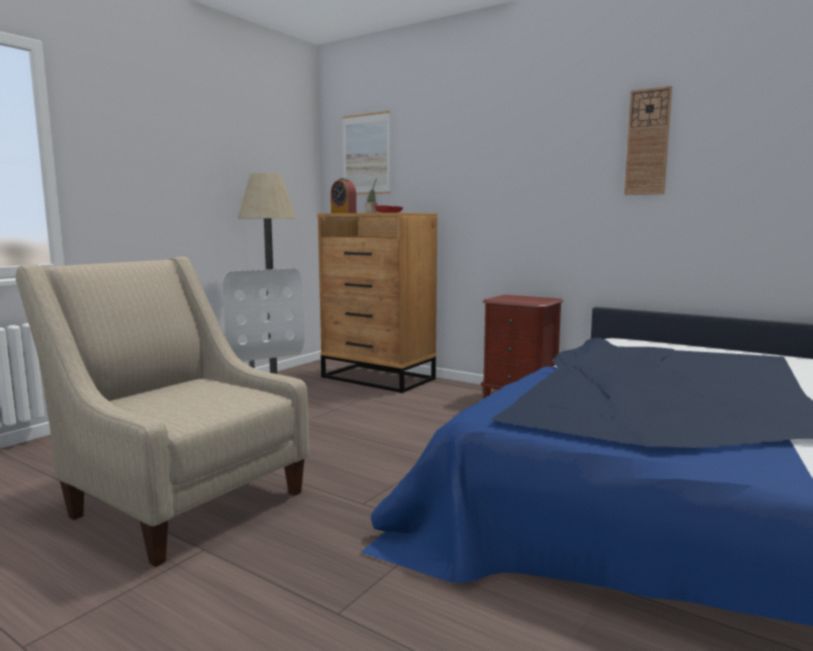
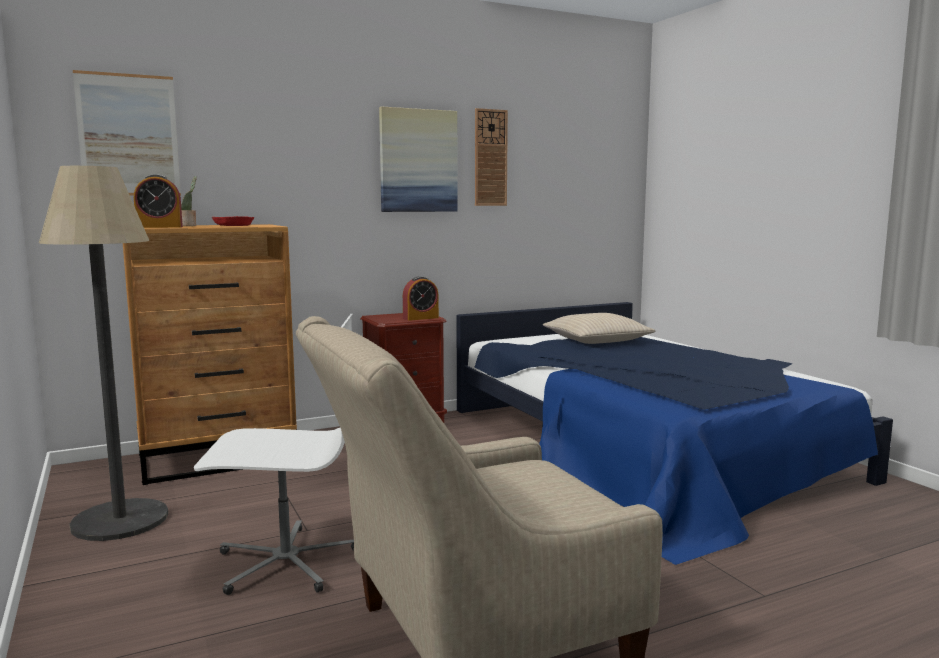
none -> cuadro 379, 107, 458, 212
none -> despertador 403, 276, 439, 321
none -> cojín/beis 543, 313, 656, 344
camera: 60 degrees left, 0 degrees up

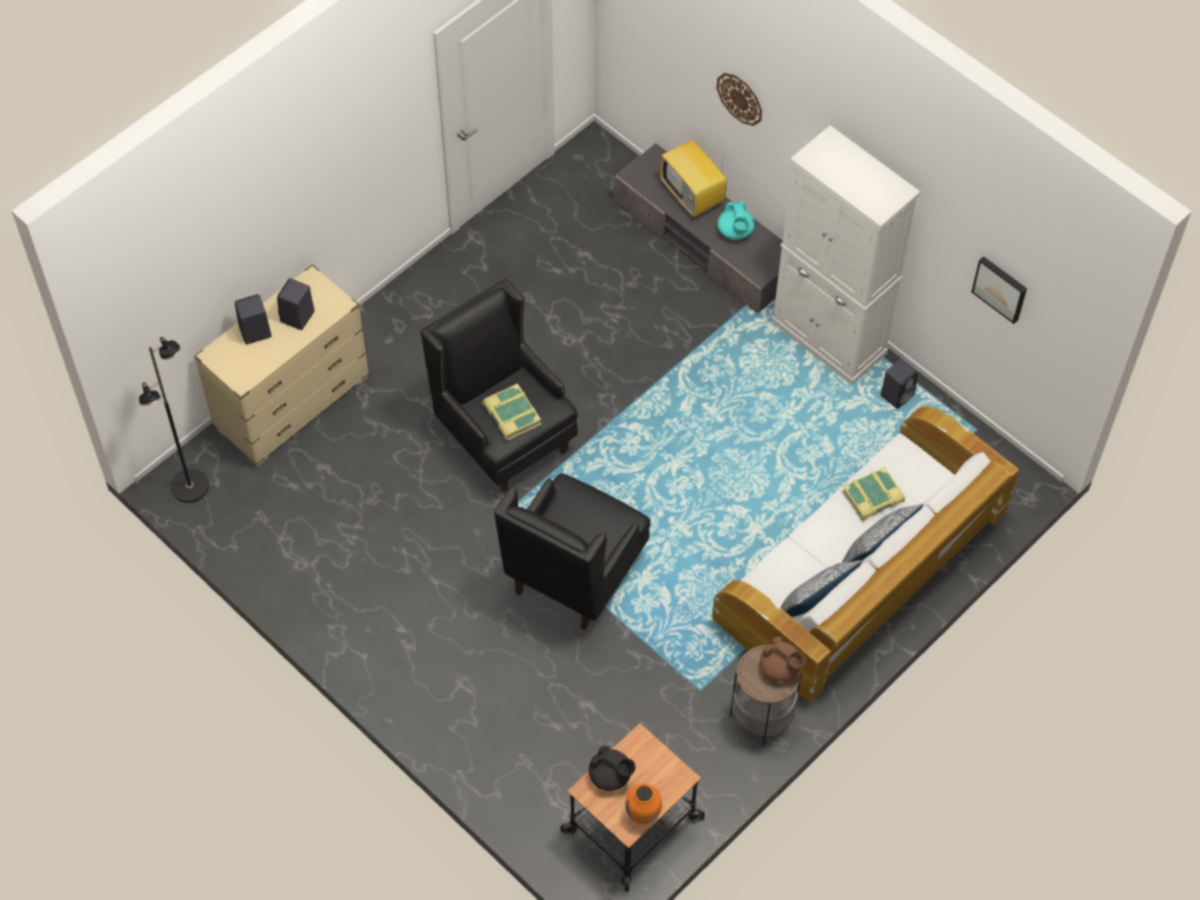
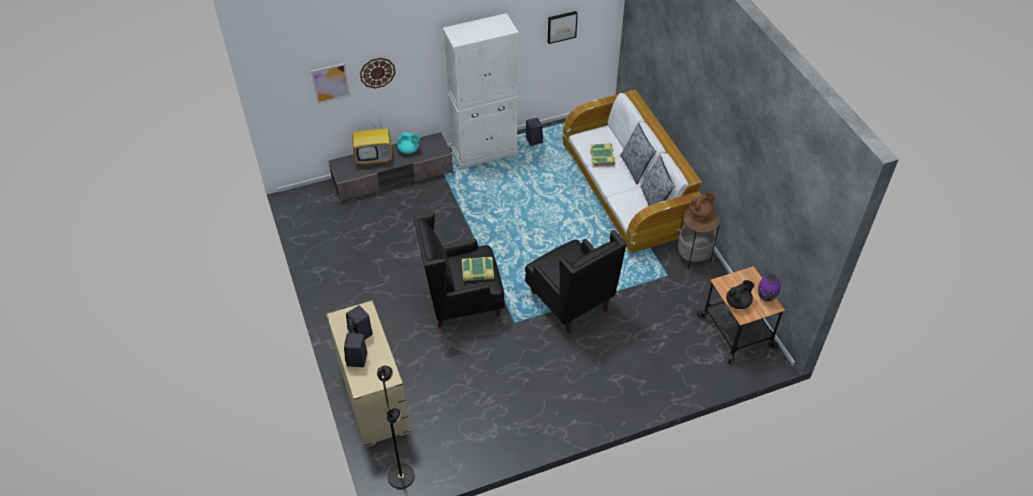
none -> cuadro 311, 63, 351, 104
florero/naranja 625, 783, 662, 824 -> florero/morado 758, 274, 781, 302
camera: 65 degrees left, 10 degrees down

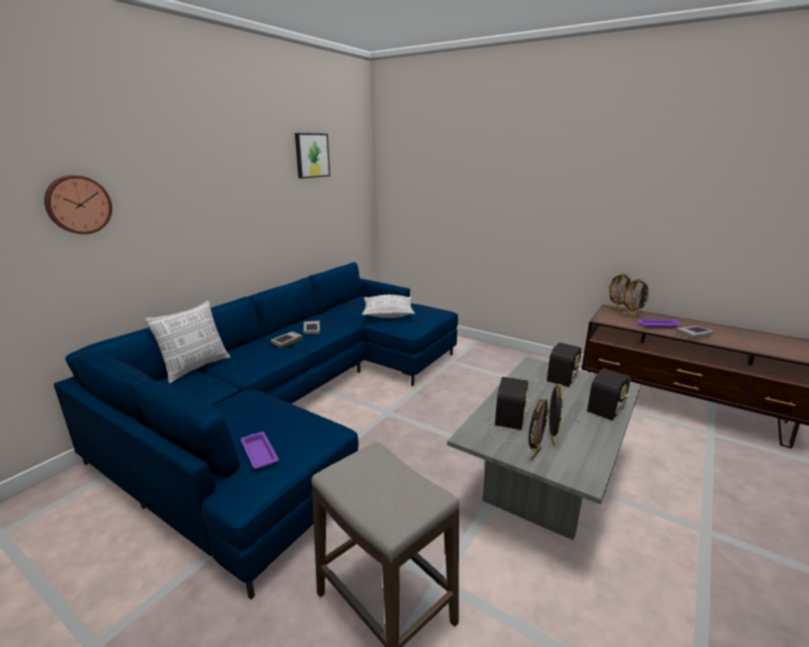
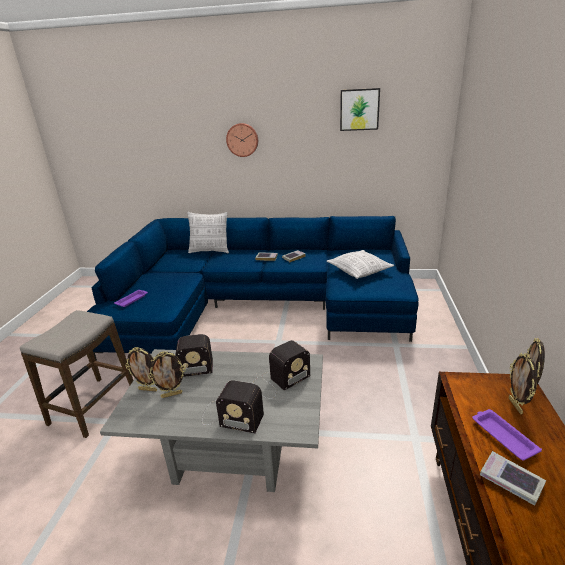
reloj de pared 44, 175, 112, 234 -> reloj de pared 226, 123, 258, 157, relocated
radio 527, 342, 582, 394 -> radio 253, 340, 310, 399, 45 degrees counterclockwise
camera: 65 degrees right, 5 degrees up

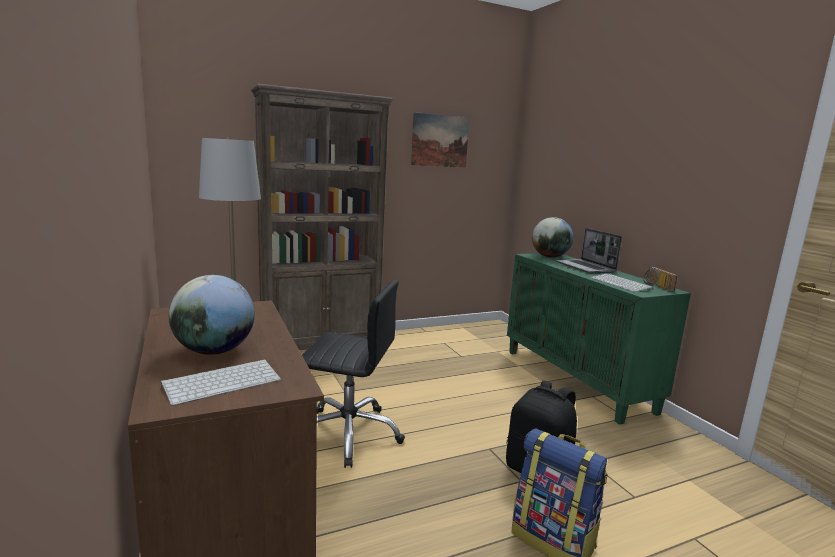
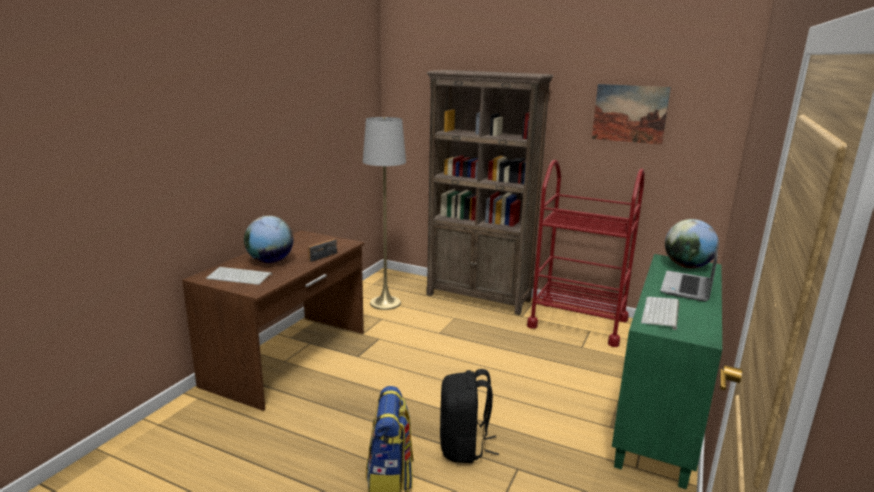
silla de oficina/negro 302, 280, 405, 468 -> none
none -> carrito/rojo 527, 160, 644, 347
radio 643, 267, 677, 291 -> radio 308, 239, 337, 262, relocated
camera: 50 degrees right, 5 degrees up

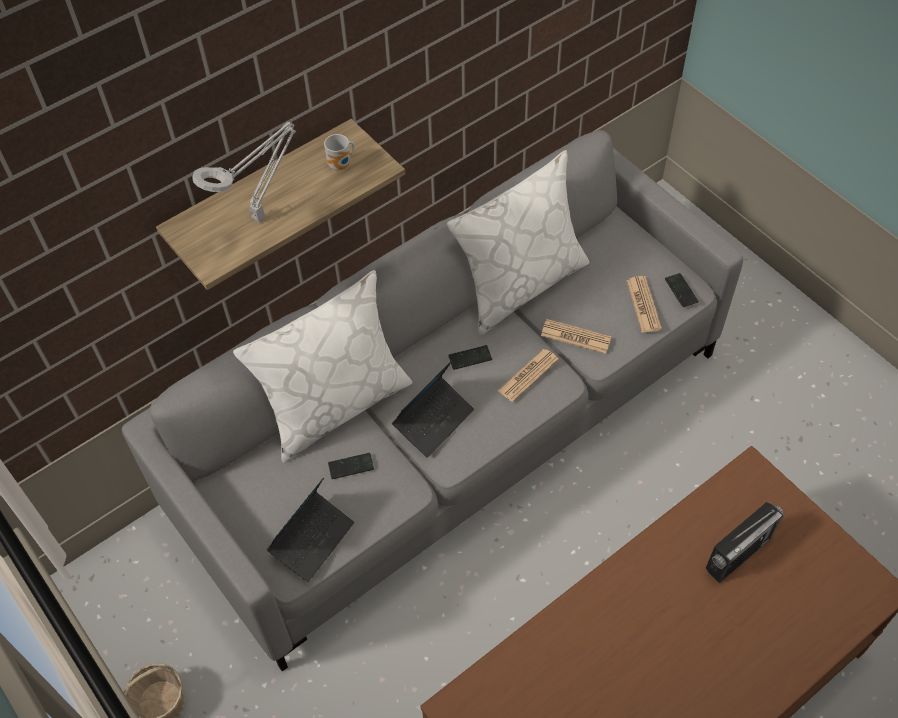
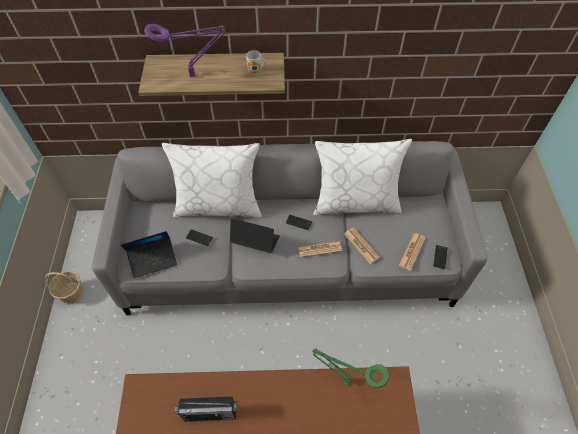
none -> lámpara de mesa/verde 312, 349, 390, 388
radio 706, 502, 784, 583 -> radio 175, 396, 238, 422, relocated
lámpara de mesa/gris 192, 122, 296, 222 -> lámpara de mesa/morado 144, 24, 226, 77
portátil 392, 361, 474, 458 -> portátil 230, 218, 280, 253, 150 degrees counterclockwise
camera: 35 degrees right, 0 degrees up

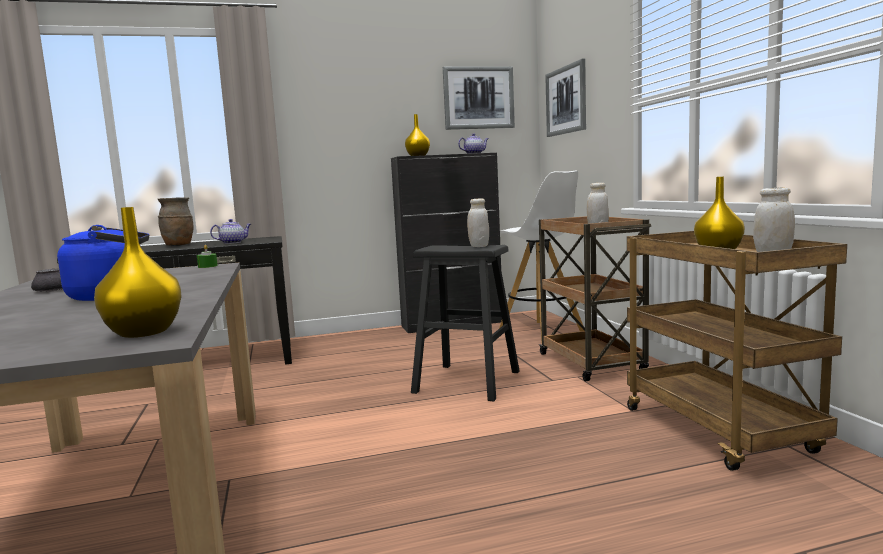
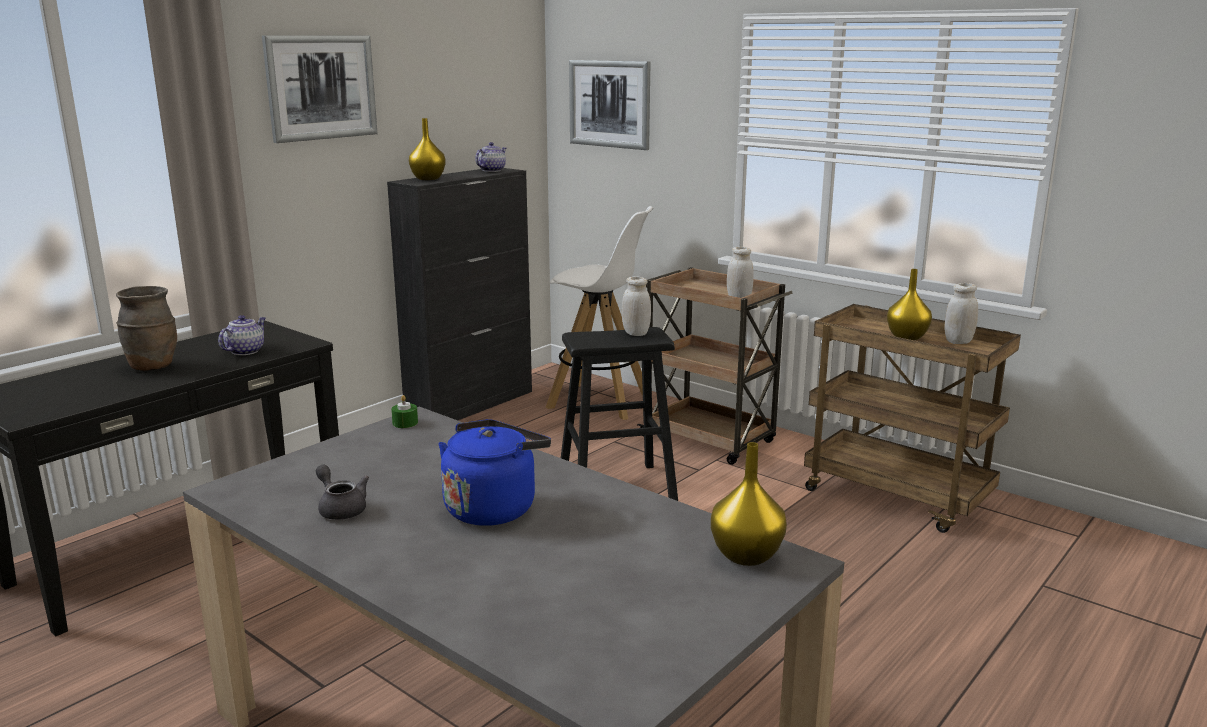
cuadro 443, 67, 515, 130 -> cuadro 262, 35, 378, 143, relocated
camera: 35 degrees left, 10 degrees up

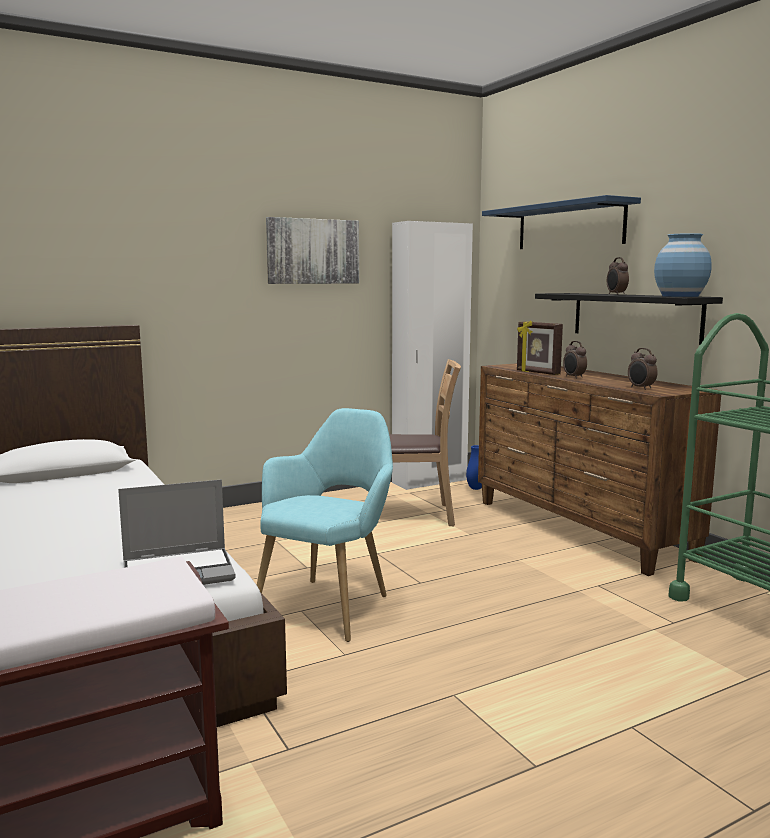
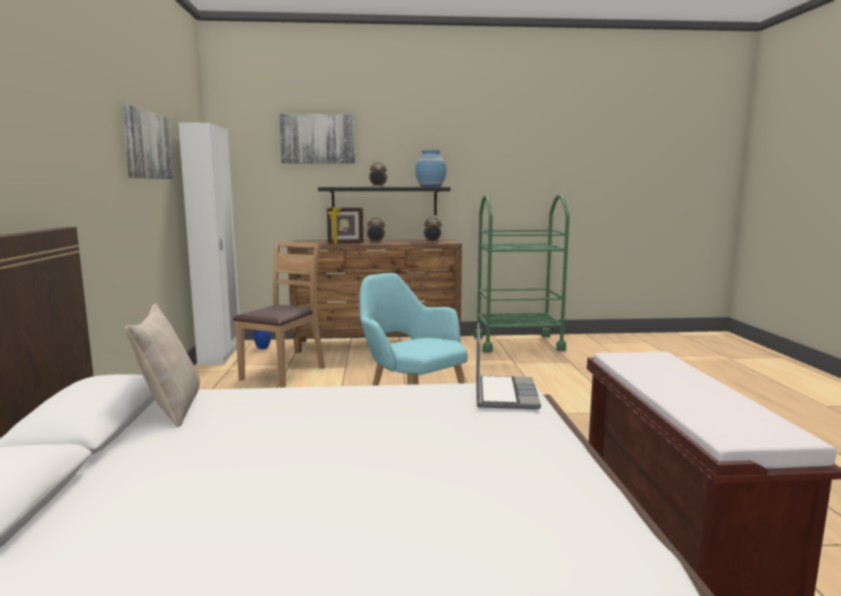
none -> cojín/beis 125, 303, 200, 427
estante/azul 482, 195, 641, 249 -> cuadro 279, 114, 356, 164
camera: 65 degrees left, 0 degrees up

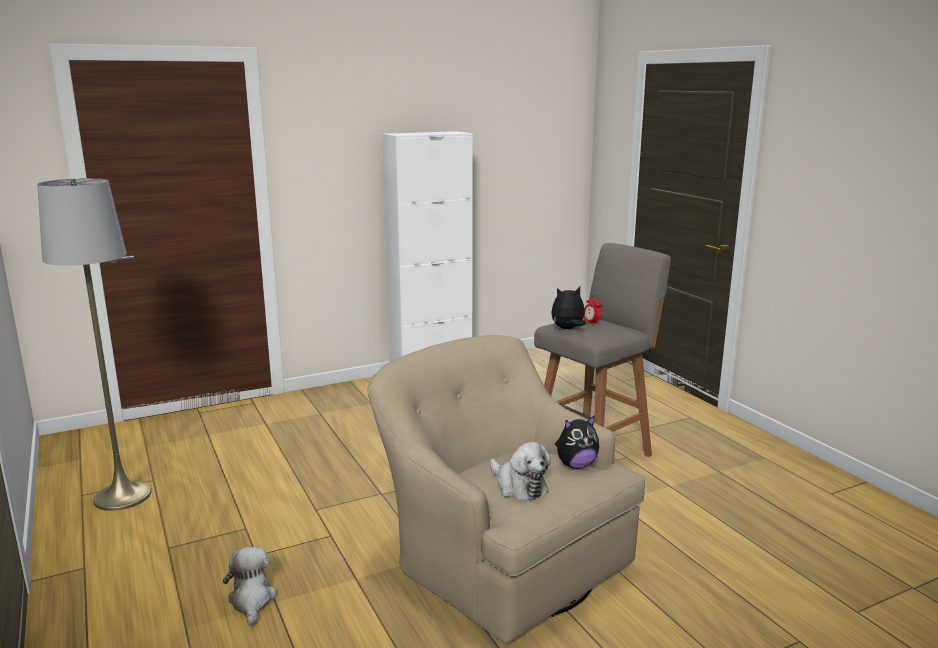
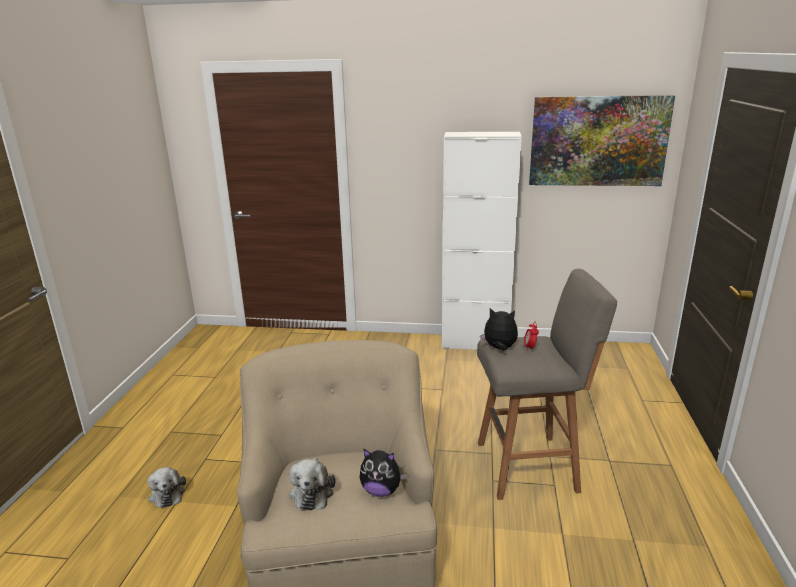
lámpara de pie/gris 37, 178, 151, 511 -> none
none -> cuadro 529, 95, 675, 186
peluche 223, 547, 277, 626 -> peluche 147, 467, 186, 508, 135 degrees clockwise
camera: 35 degrees right, 5 degrees up

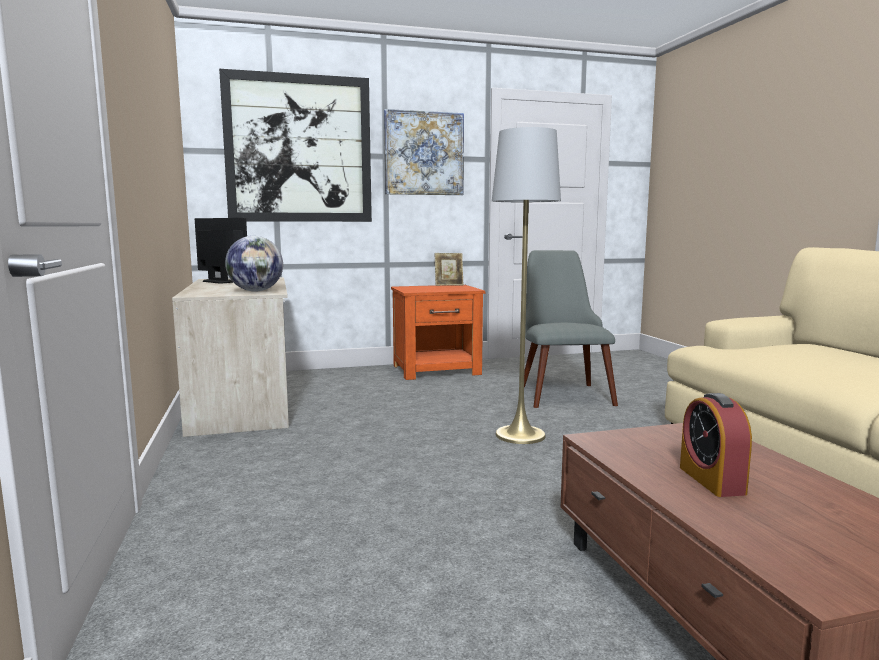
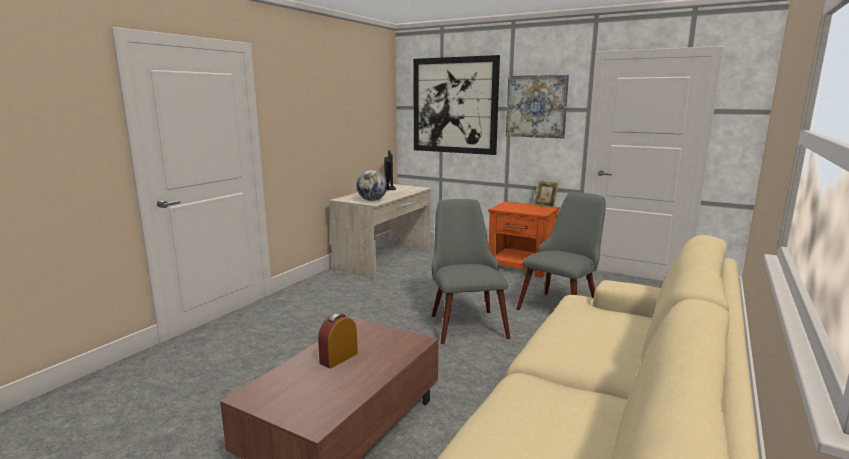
lámpara de pie/gris 492, 127, 561, 444 -> silla/gris 432, 199, 511, 344
camera: 45 degrees right, 5 degrees up

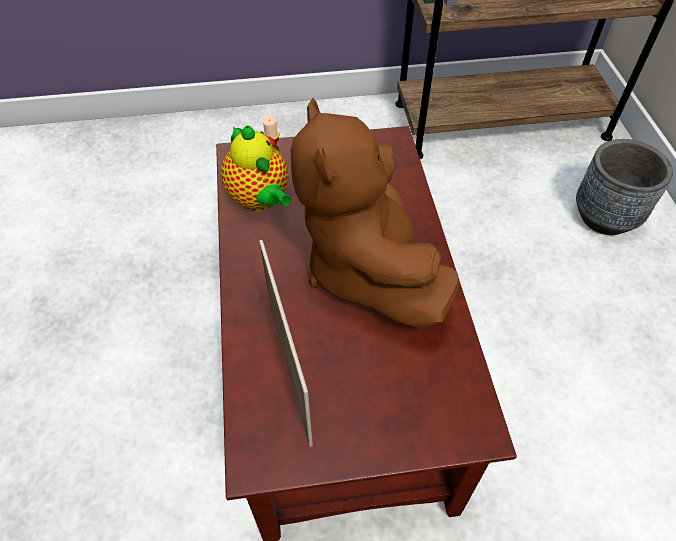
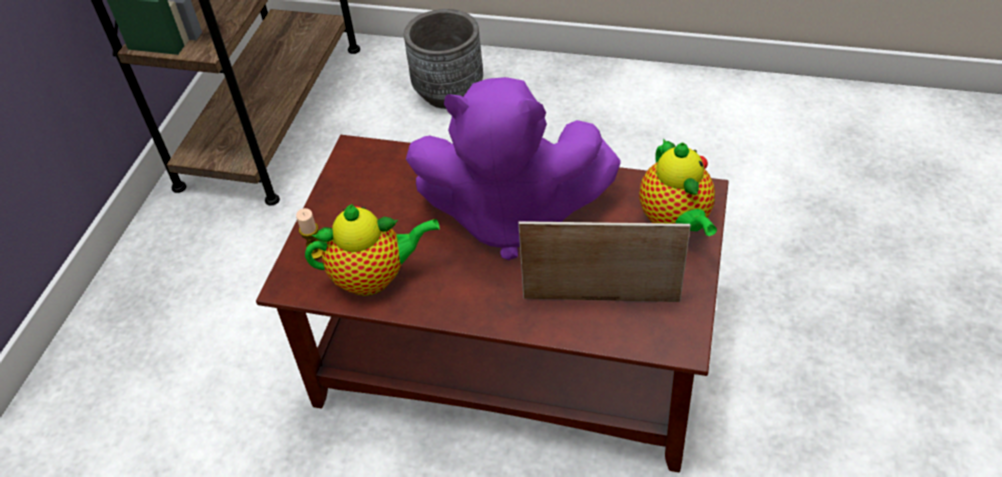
none -> tetera 639, 138, 717, 236
peluche/marrón 291, 97, 460, 329 -> peluche/morado 406, 77, 621, 260
camera: 65 degrees left, 5 degrees down

